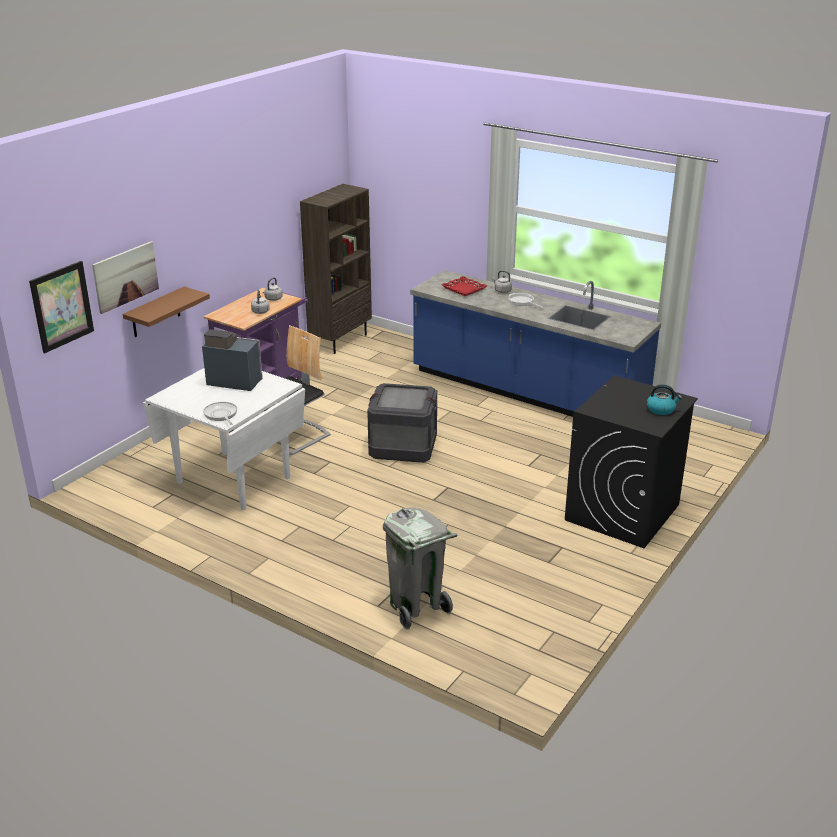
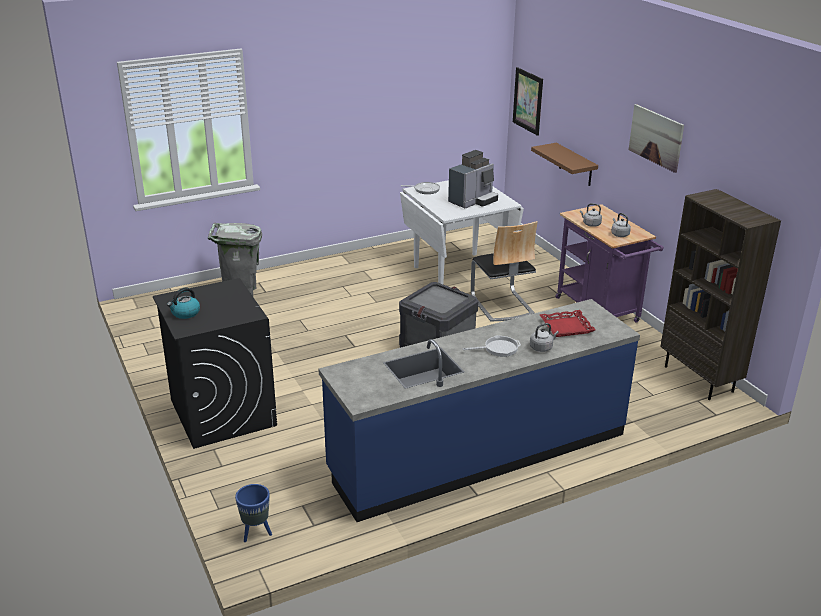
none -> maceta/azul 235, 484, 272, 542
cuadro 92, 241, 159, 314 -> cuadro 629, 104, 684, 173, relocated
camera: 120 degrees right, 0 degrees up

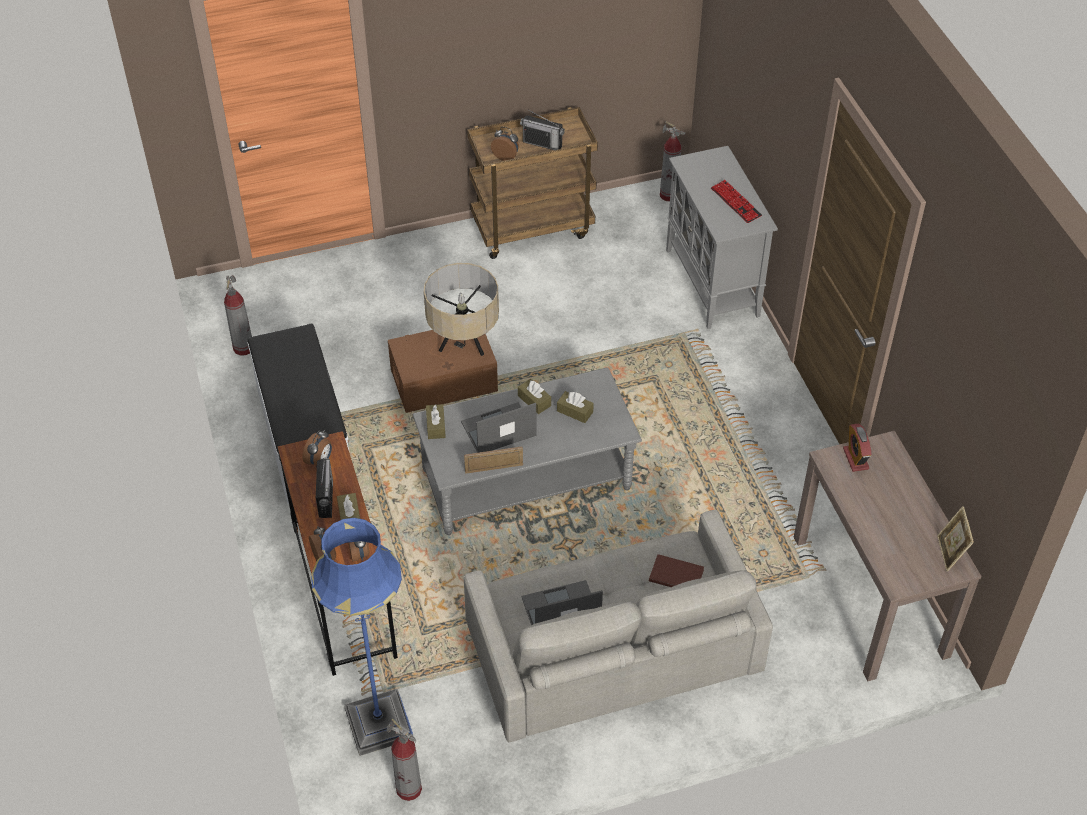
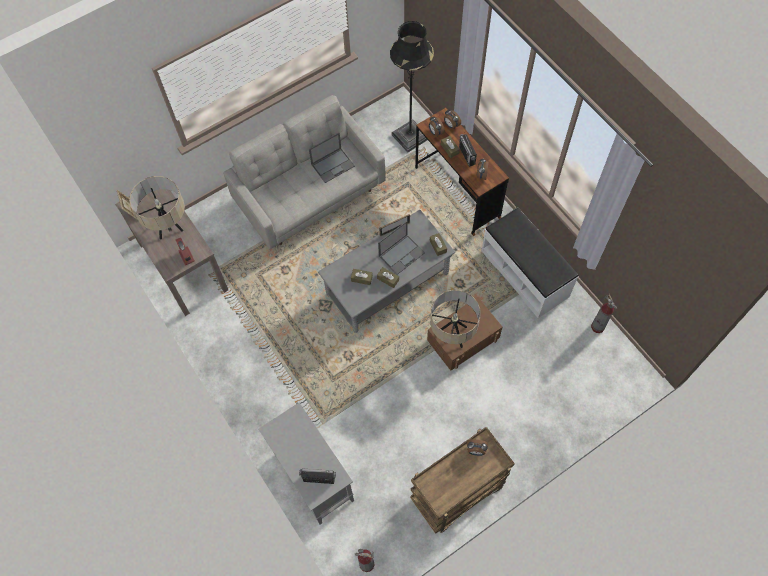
extintor 387, 718, 422, 801 -> none
libro/marrón 649, 554, 704, 587 -> none
teclado 711, 180, 762, 223 -> none
none -> lámpara de mesa/beis 129, 176, 185, 240
radio 520, 111, 565, 150 -> radio 299, 468, 336, 484, relocated
lámpara de pie/azul 311, 518, 414, 756 -> lámpara de pie/negro 390, 21, 434, 152
camera: 165 degrees right, 15 degrees up

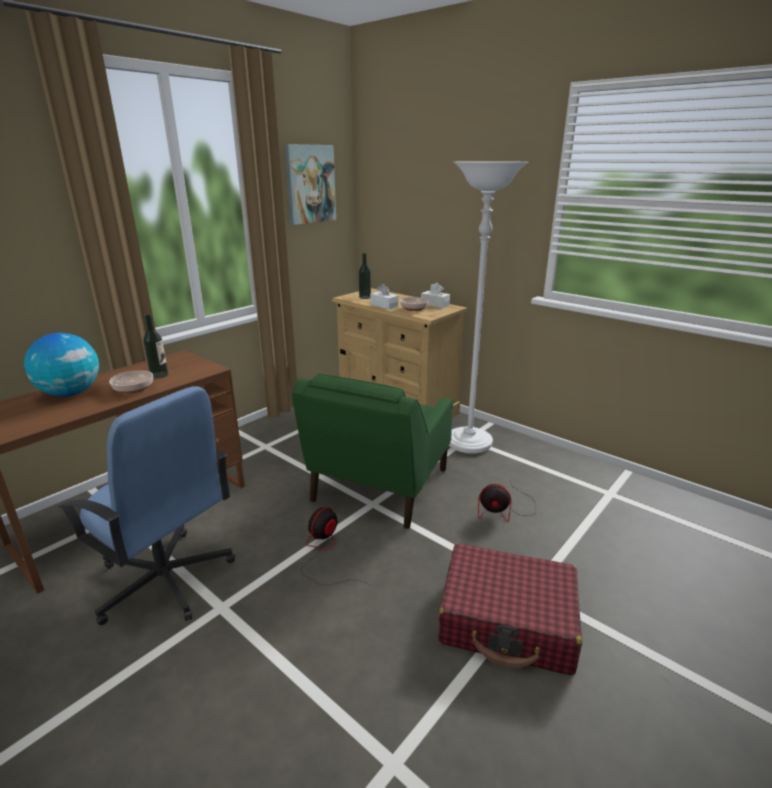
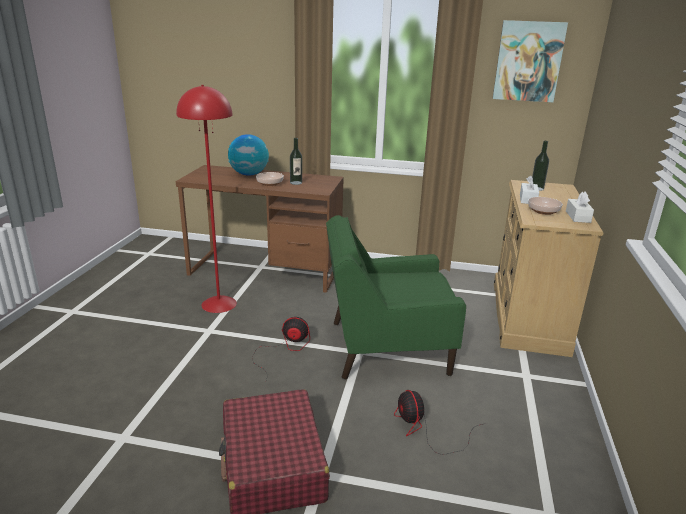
lámpara de pie/blanco 449, 161, 528, 454 -> none
silla de oficina/azul 58, 386, 235, 625 -> lámpara de pie/rojo 176, 85, 237, 313
camera: 60 degrees right, 0 degrees up

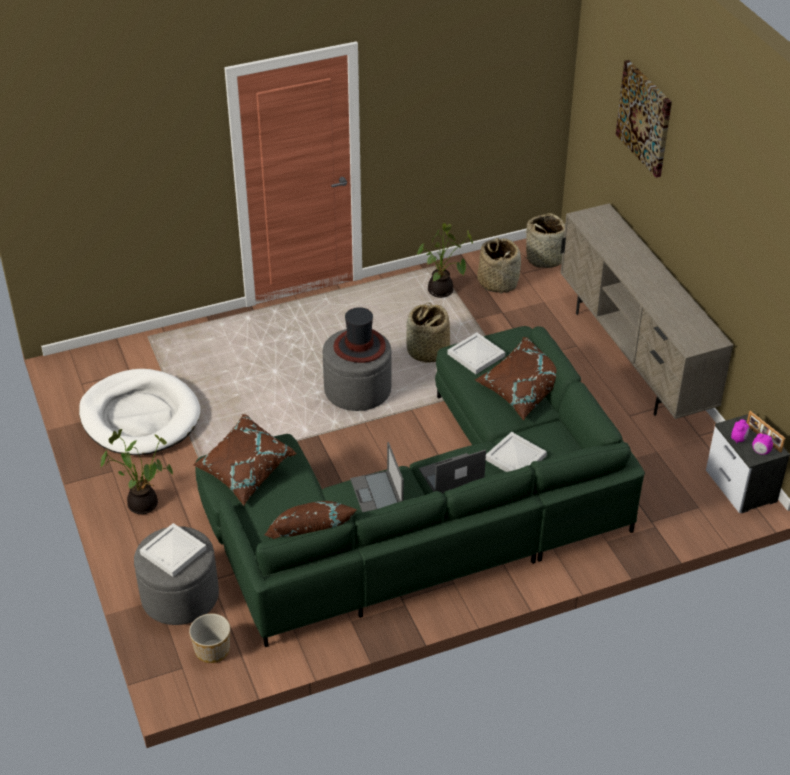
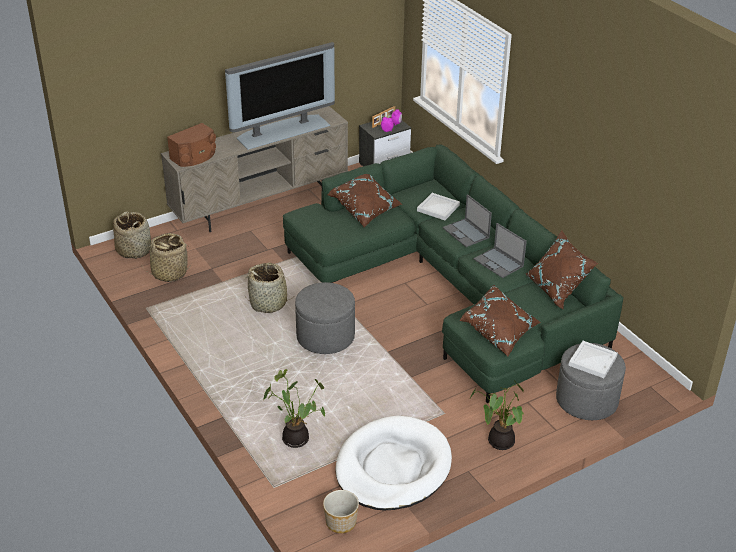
sombrero 334, 307, 386, 363 -> none
bandeja/blanco 447, 332, 505, 374 -> none
cuadro 616, 60, 672, 178 -> none
none -> altavoz/marrón 167, 123, 216, 167
none -> televisor 225, 42, 335, 150
maceta 189, 613, 230, 663 -> maceta 323, 490, 359, 533, relocated
planta en maceta 417, 223, 473, 298 -> planta en maceta 263, 369, 325, 448, relocated
portátil 350, 442, 404, 512 -> portátil 474, 223, 527, 278, 75 degrees clockwise
camera: 100 degrees left, 5 degrees down

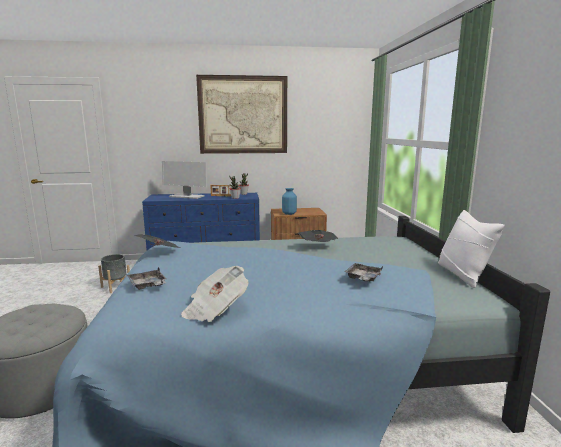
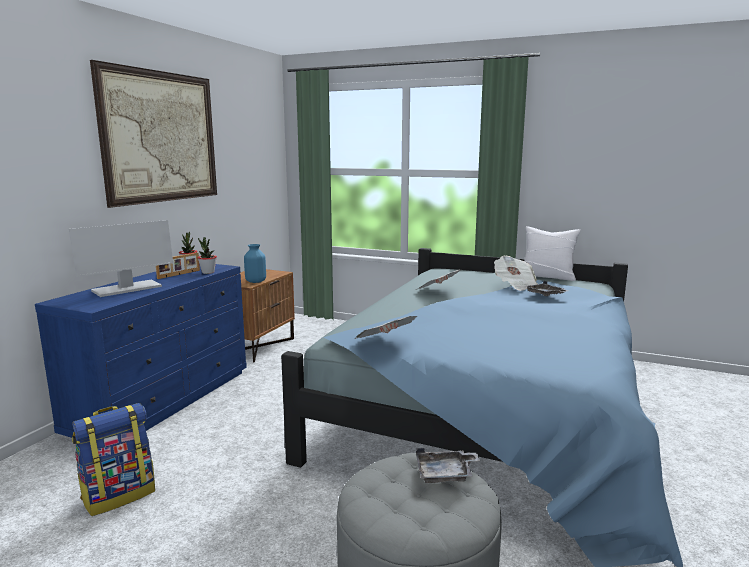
bandeja/gris 127, 267, 166, 290 -> bandeja/gris 416, 448, 480, 483, relocated
periódico 181, 266, 248, 322 -> periódico 494, 256, 538, 291, relocated
maceta/gris 98, 254, 130, 293 -> mochila 72, 403, 155, 516
camera: 60 degrees left, 0 degrees up

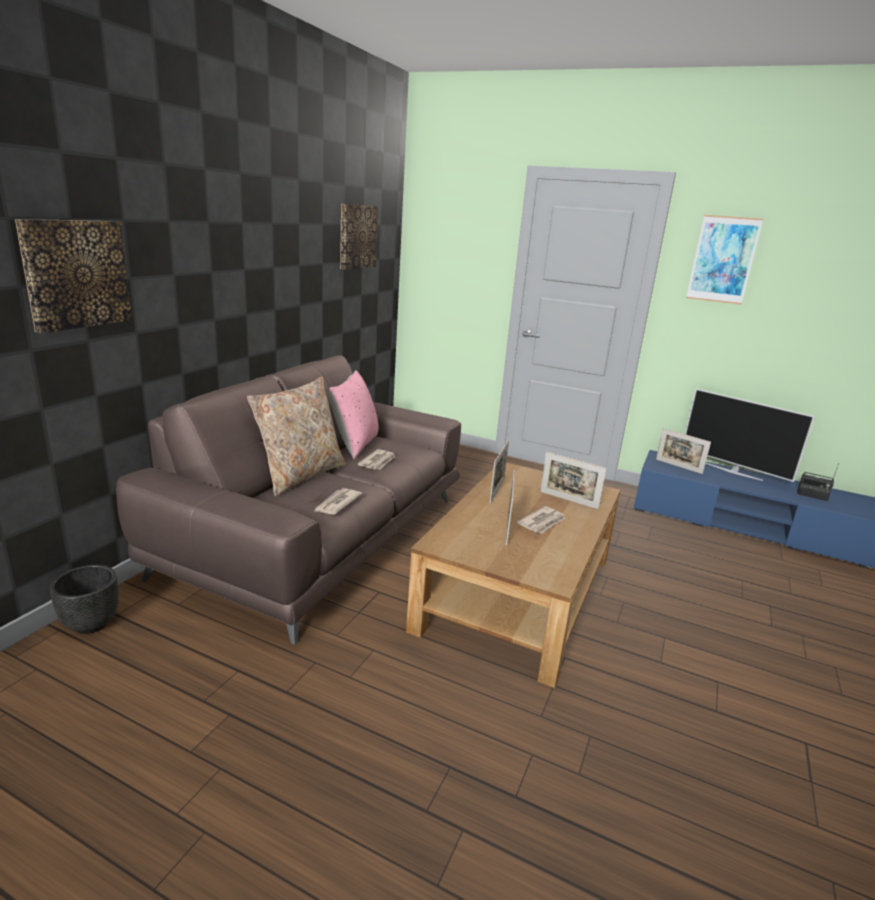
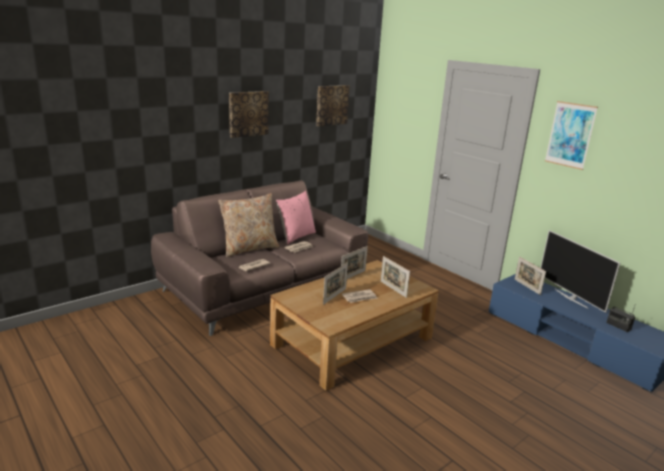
maceta/negro 50, 565, 119, 634 -> none
cuadro 15, 219, 132, 333 -> cuadro 229, 91, 269, 138, relocated
camera: 25 degrees right, 0 degrees up

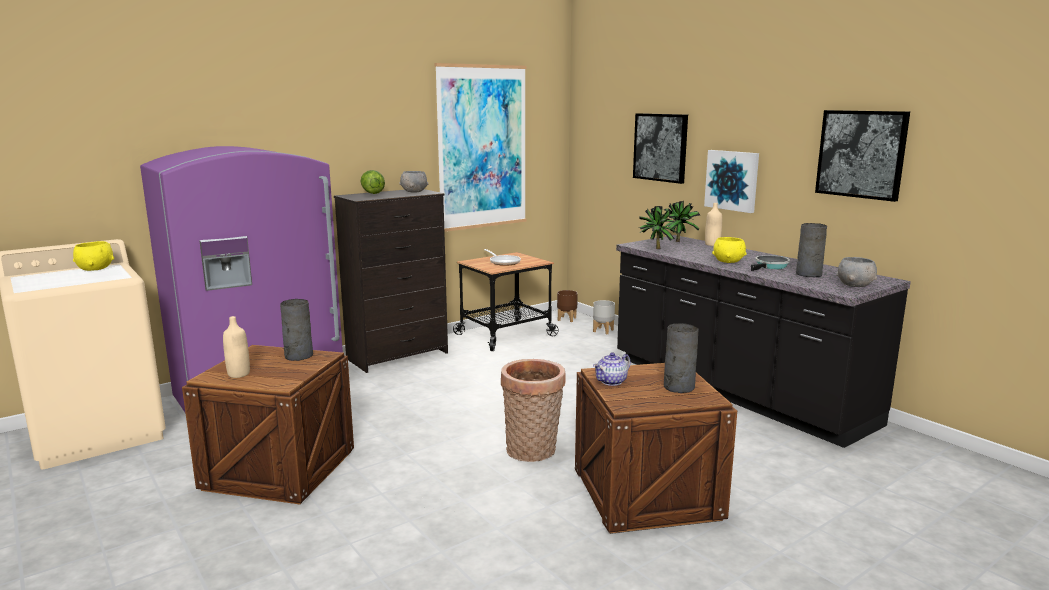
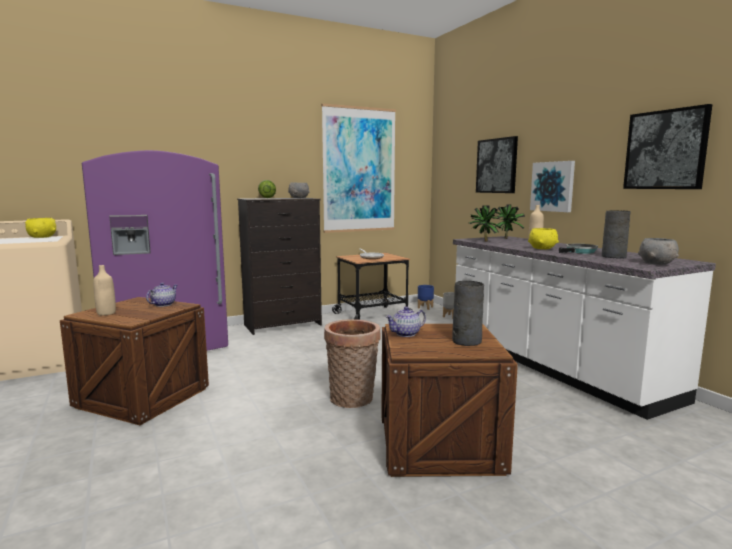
florero/gris 280, 299, 313, 361 -> tetera 146, 283, 177, 307
maceta/marrón 557, 290, 578, 322 -> maceta/azul 418, 285, 434, 310
mueble bajo de cocina/negro 616, 235, 911, 448 -> mueble bajo de cocina/blanco 453, 236, 716, 420
camera: 10 degrees right, 5 degrees down

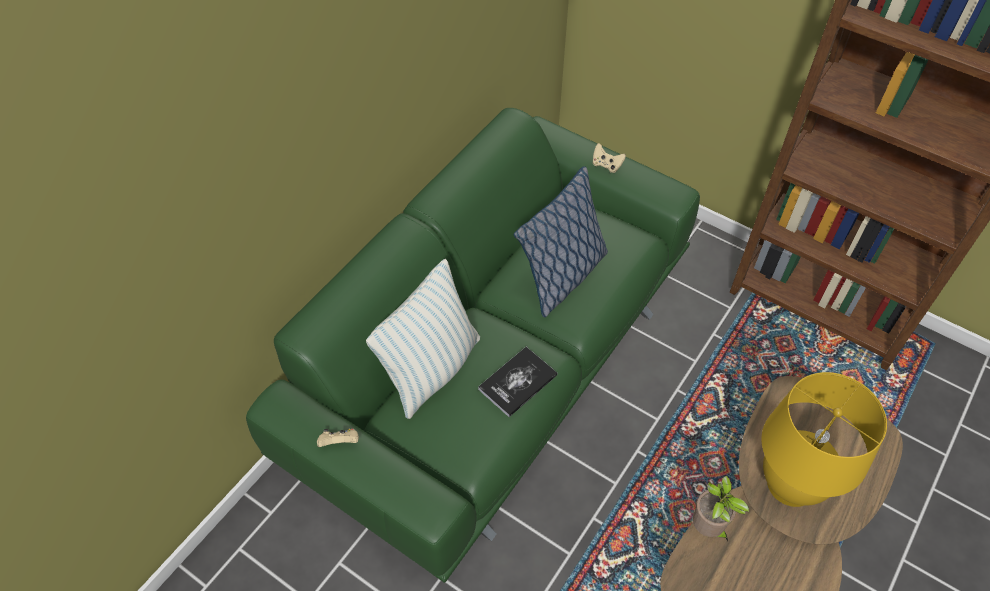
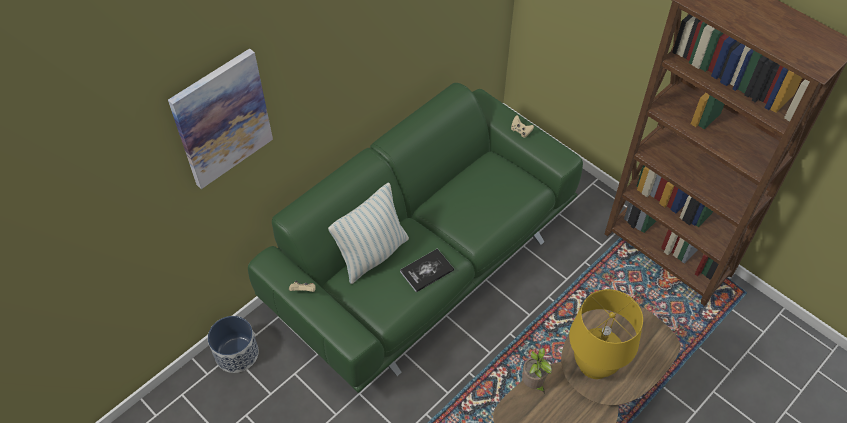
cojín 513, 166, 608, 318 -> none
none -> cuadro 168, 48, 273, 189
none -> maceta 208, 316, 259, 373
camera: 10 degrees right, 0 degrees up

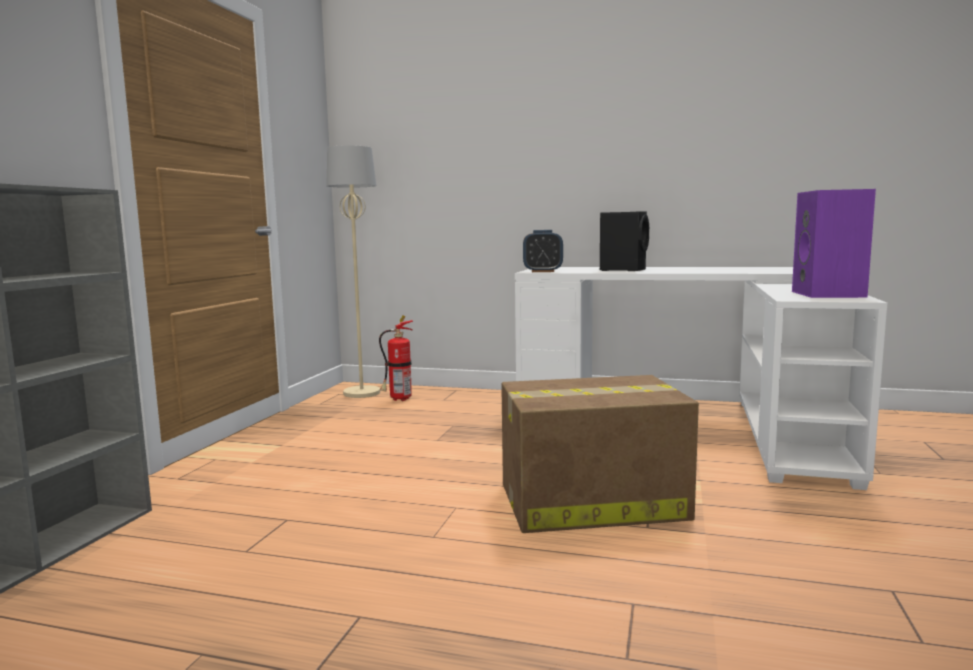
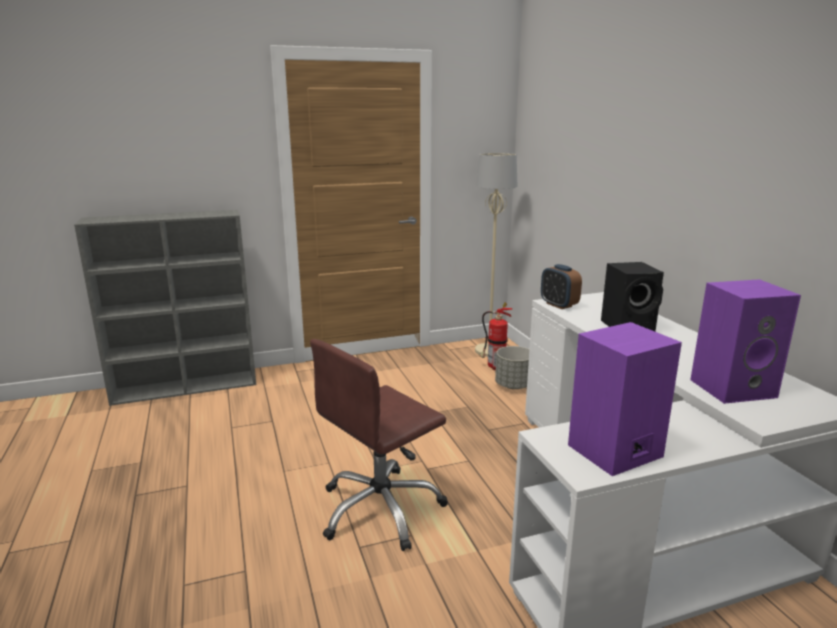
none -> maceta/gris 495, 346, 529, 389
none -> altavoz/morado 690, 279, 801, 404
caja de cartón 501, 375, 699, 533 -> silla de oficina/marrón 310, 339, 448, 551
camera: 55 degrees right, 10 degrees up

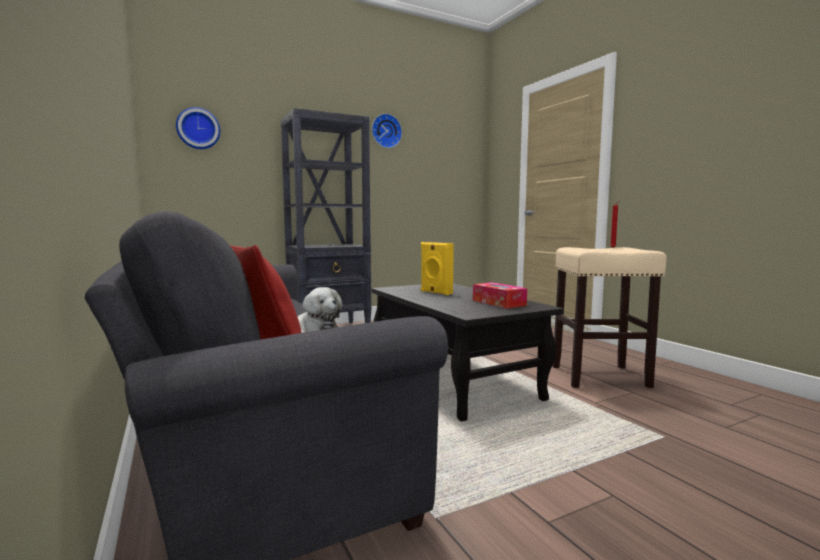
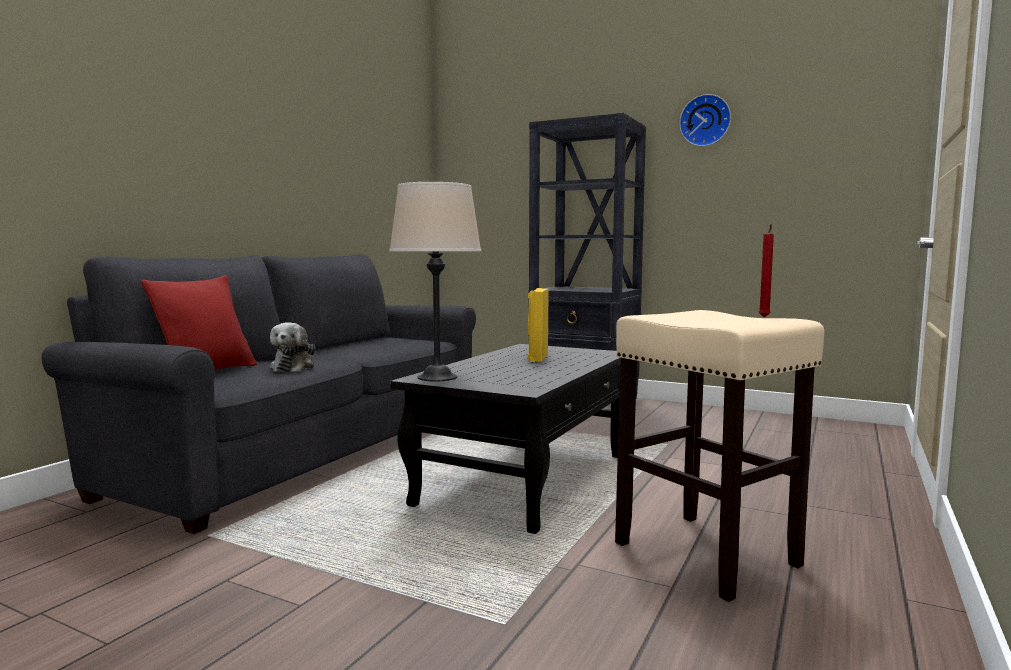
reloj de pared 176, 107, 220, 149 -> none
caja de pañuelos 473, 282, 527, 309 -> none
none -> lámpara de mesa/beis 389, 182, 481, 382
camera: 55 degrees right, 0 degrees up

